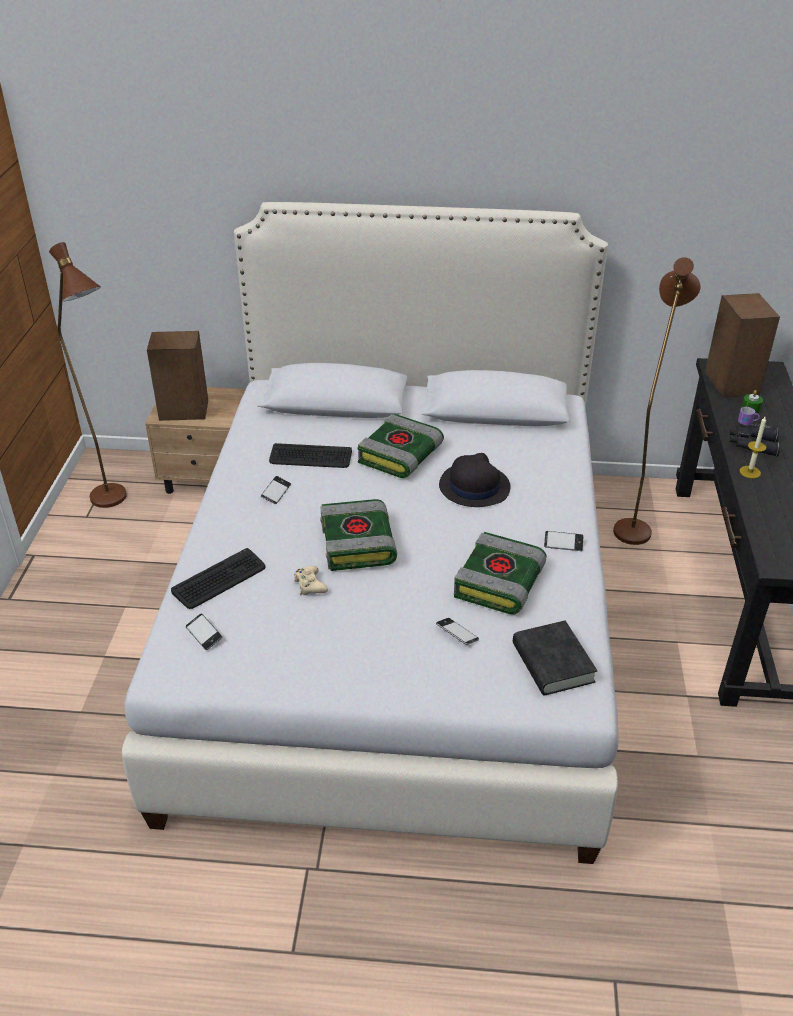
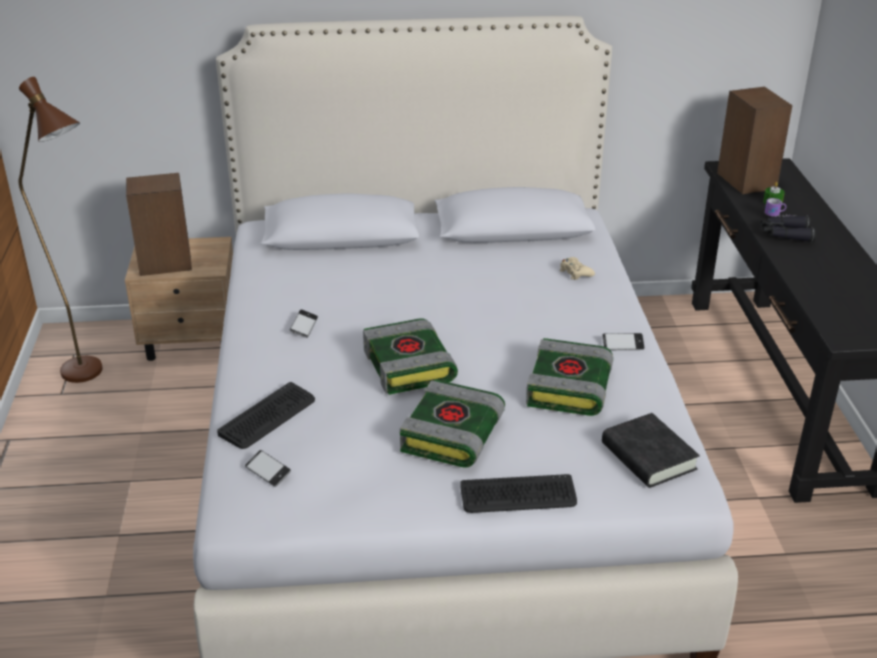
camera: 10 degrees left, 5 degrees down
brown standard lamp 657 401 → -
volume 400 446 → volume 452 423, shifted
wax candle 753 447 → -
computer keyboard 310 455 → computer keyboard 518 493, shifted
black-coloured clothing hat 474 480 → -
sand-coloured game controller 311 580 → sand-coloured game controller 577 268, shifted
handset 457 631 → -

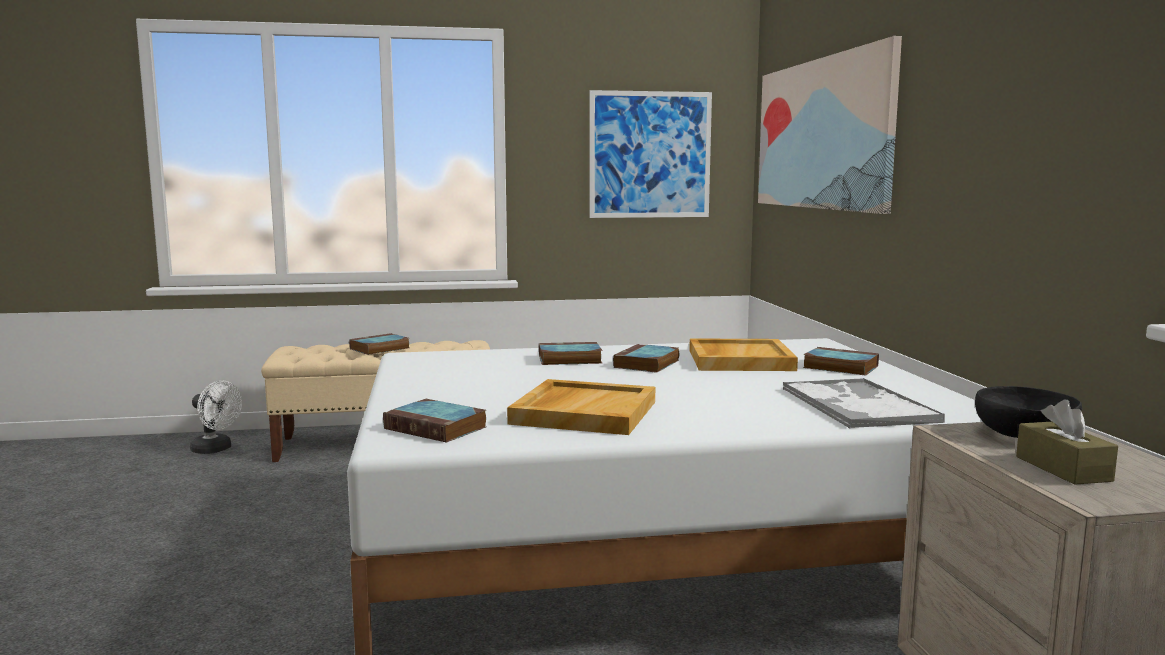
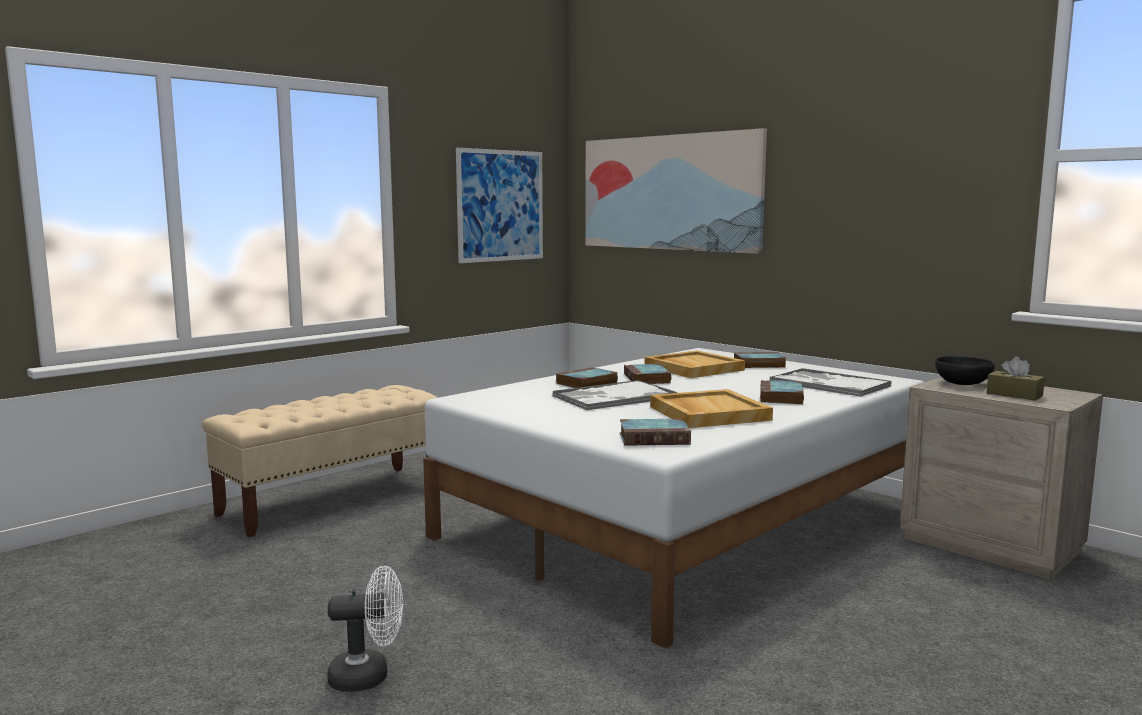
camera: 35 degrees left, 0 degrees up
volume 379 344 → volume 782 392, shifted
white electric fan 216 417 → white electric fan 365 629, shifted
- → tray 614 395

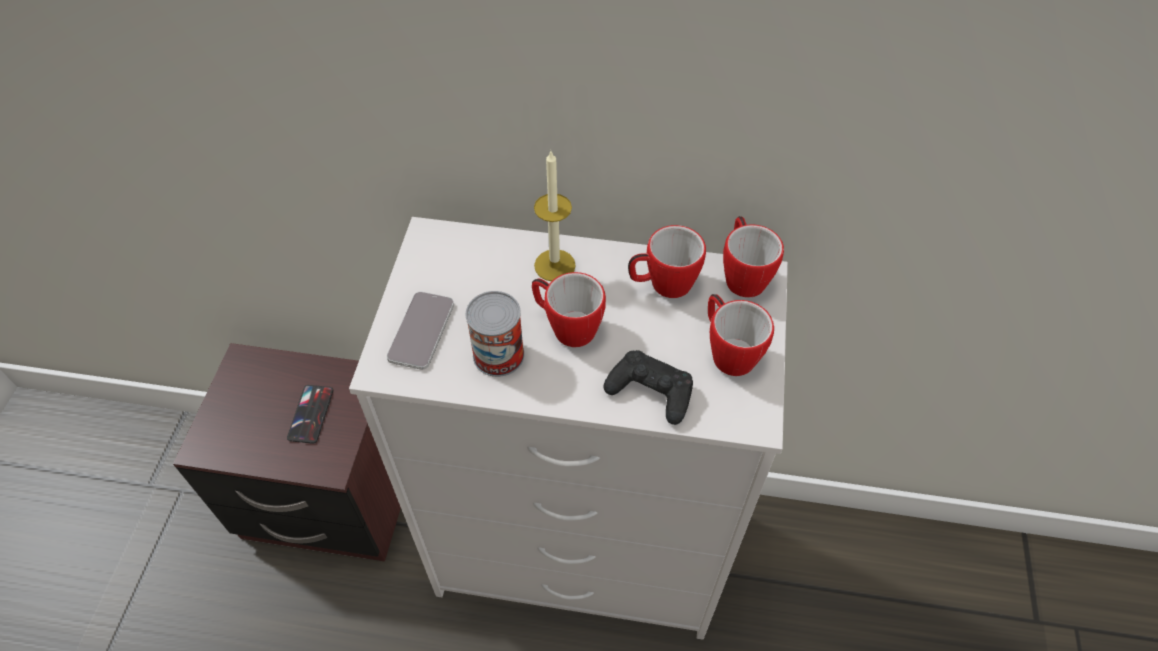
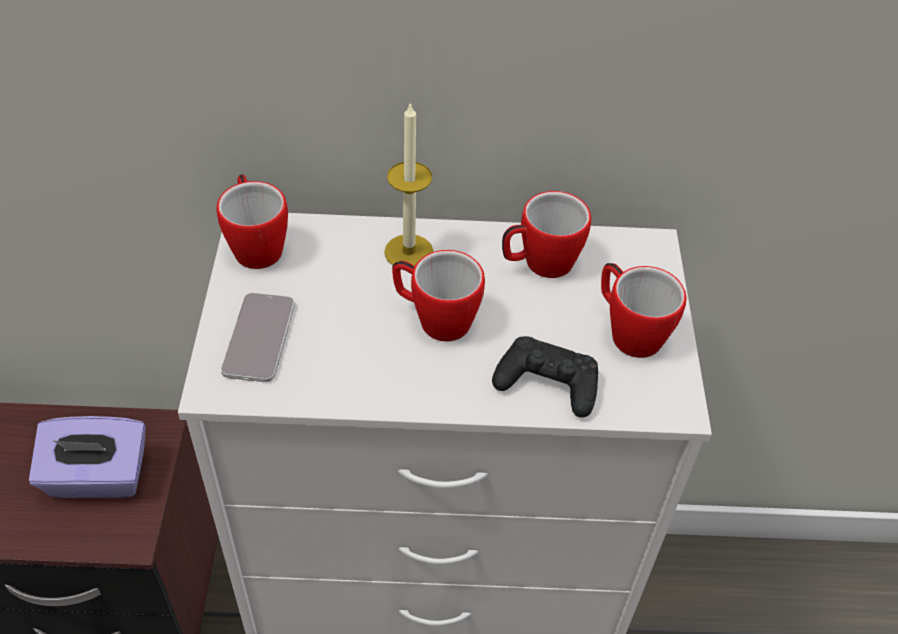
camera: 10 degrees left, 5 degrees down
coffee mug 753 257 → coffee mug 252 221, shifted
metal can 495 334 → -
handset 310 414 → purple-coloured box of tissues 87 457

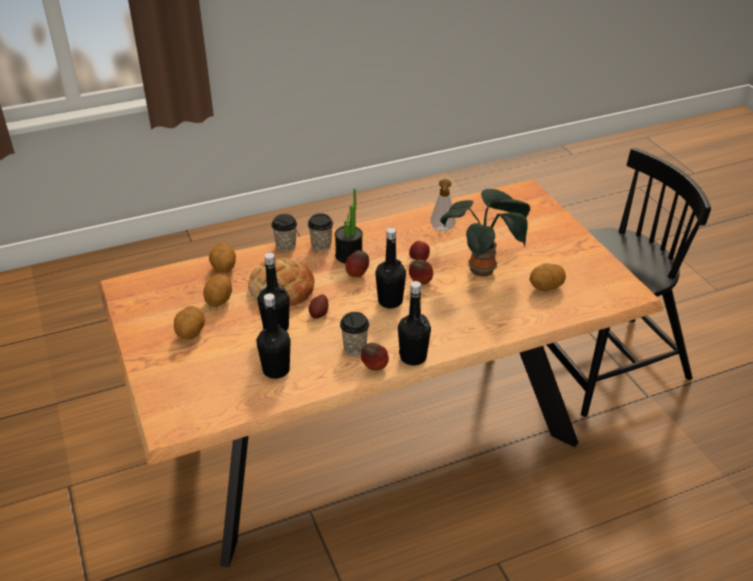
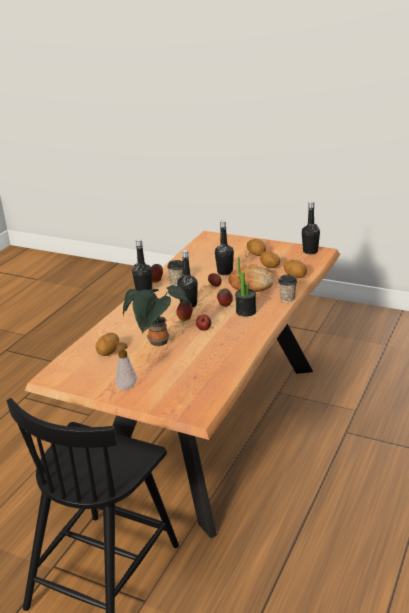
camera: 140 degrees right, 10 degrees down
soap dispenser 443 205 → soap dispenser 126 365, shifted
drinking cup 320 232 → -
black-coloured beverage bottle 273 336 → black-coloured beverage bottle 311 228, shifted

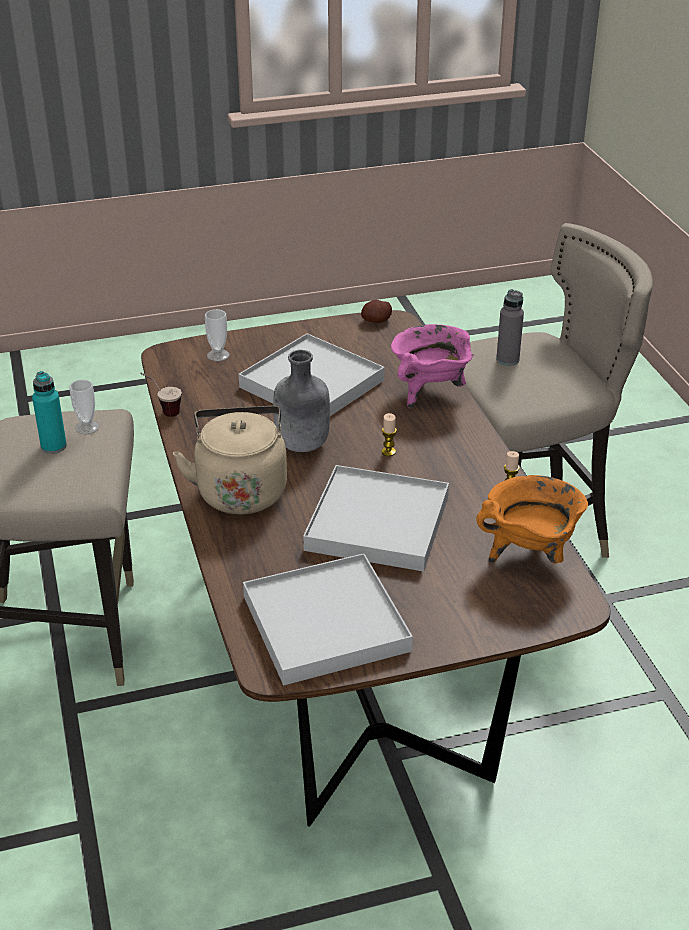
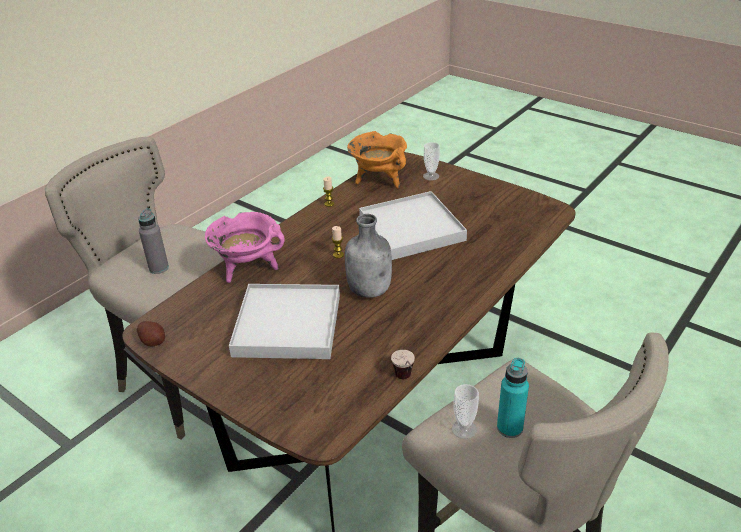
camera: 125 degrees left, 0 degrees up
drinking cup 217 335 → drinking cup 431 161, shifted
sand-coloured tea kettle 230 460 → -
white tray 328 619 → -

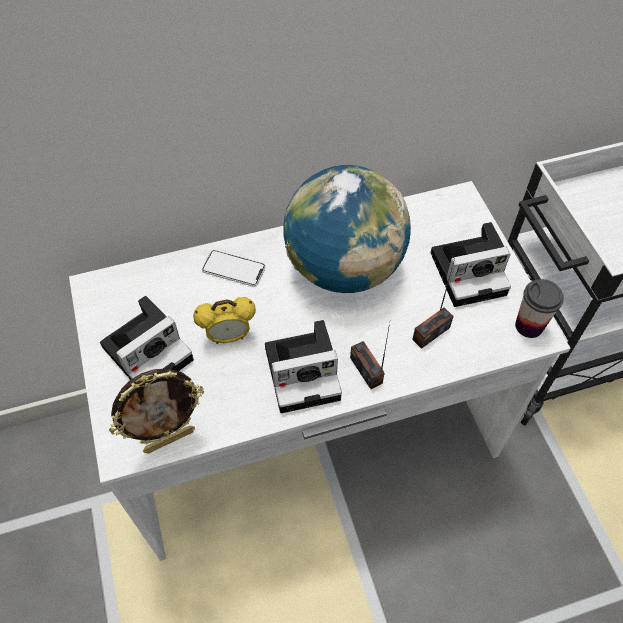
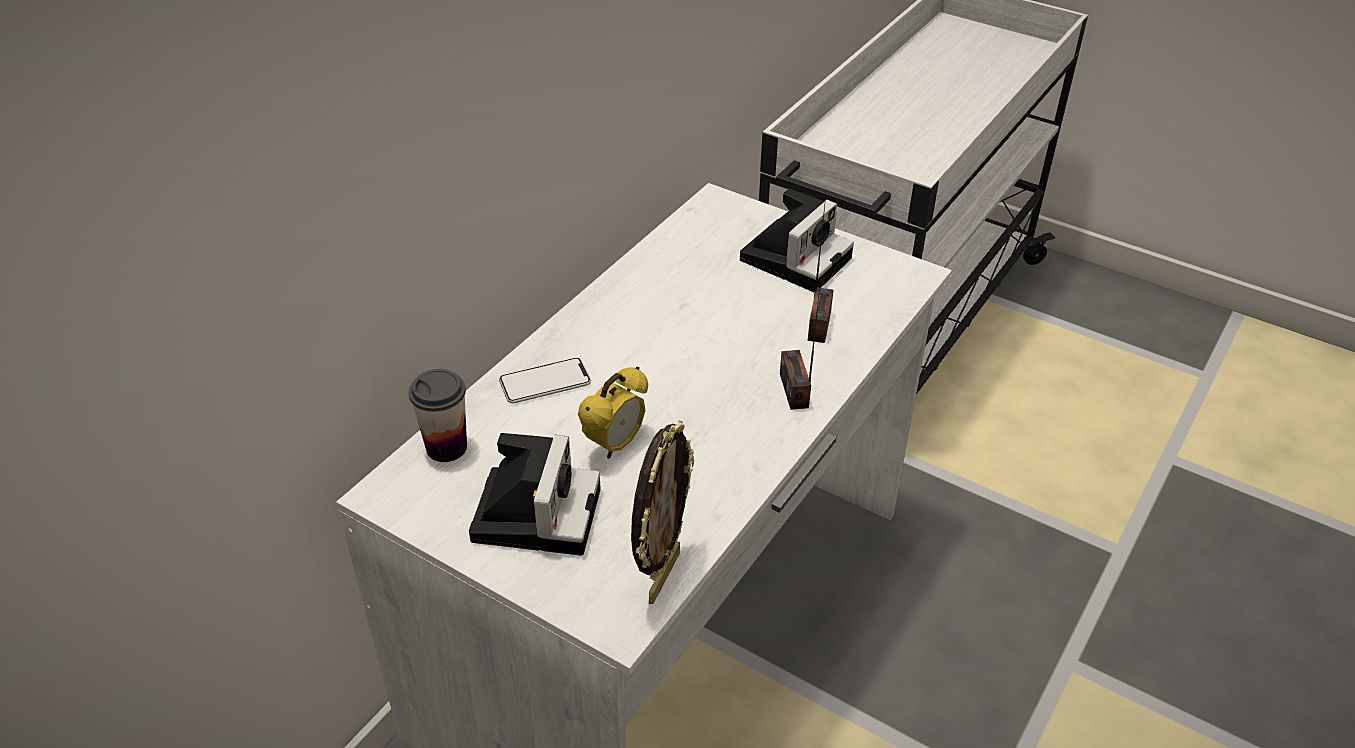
camera: 40 degrees left, 15 degrees down
desk globe 347 229 → -
drinking cup 539 308 → drinking cup 438 415, shifted
photo camera 303 366 → -
radio receiver 370 356 → radio receiver 800 348, 60 degrees clockwise

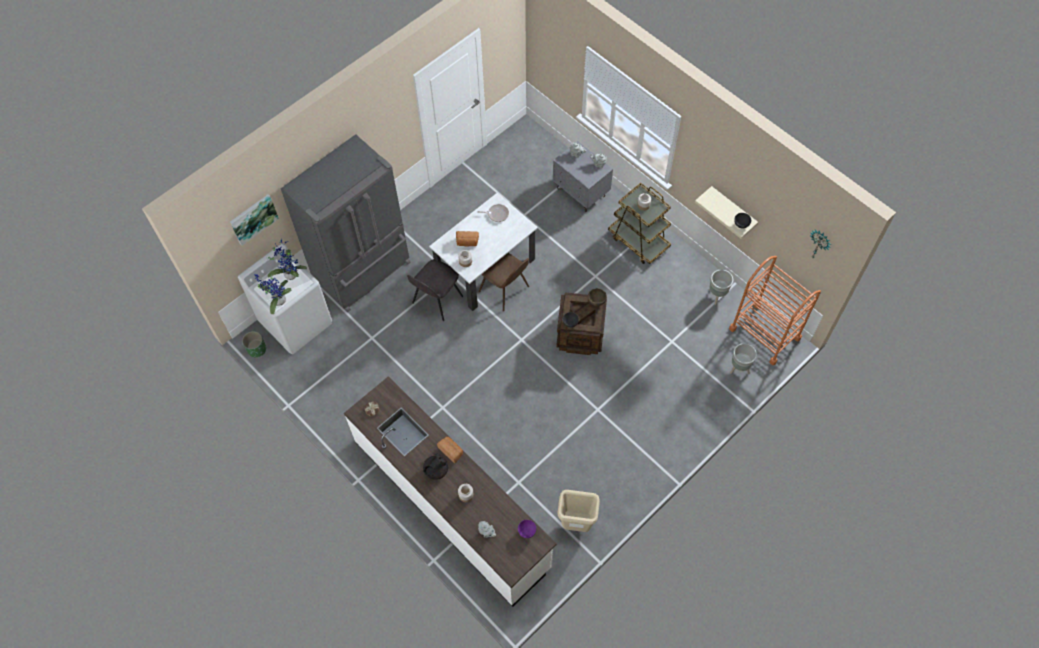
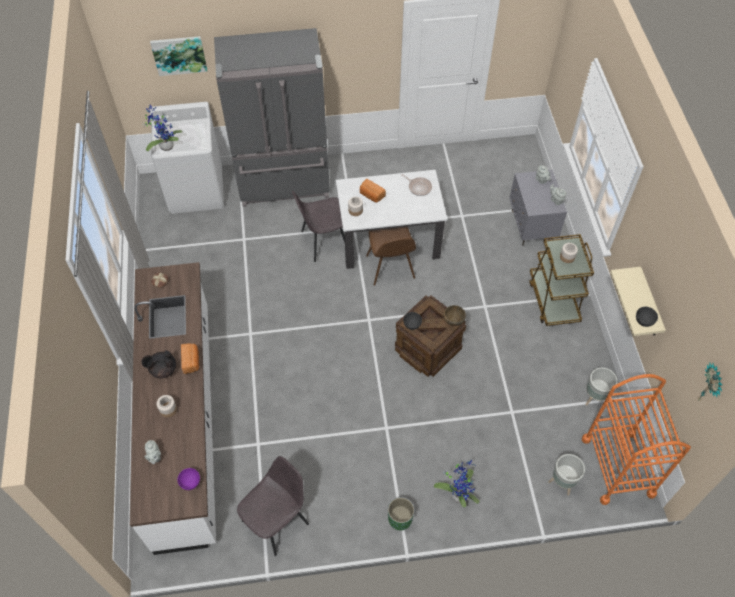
camera: 35 degrees right, 5 degrees down
plant in a pot 287 259 → plant in a pot 456 484, shifted
greenish flower pot 254 344 → greenish flower pot 401 514, shifted
sand-coloured trash can 579 511 → greyish chair 273 506

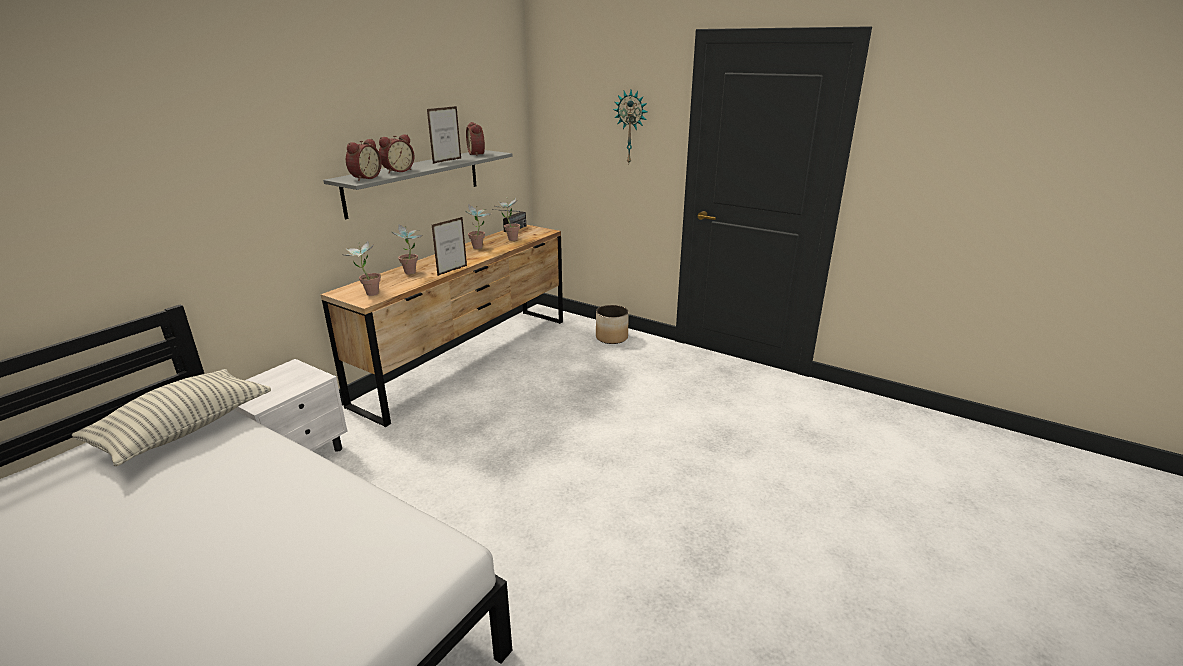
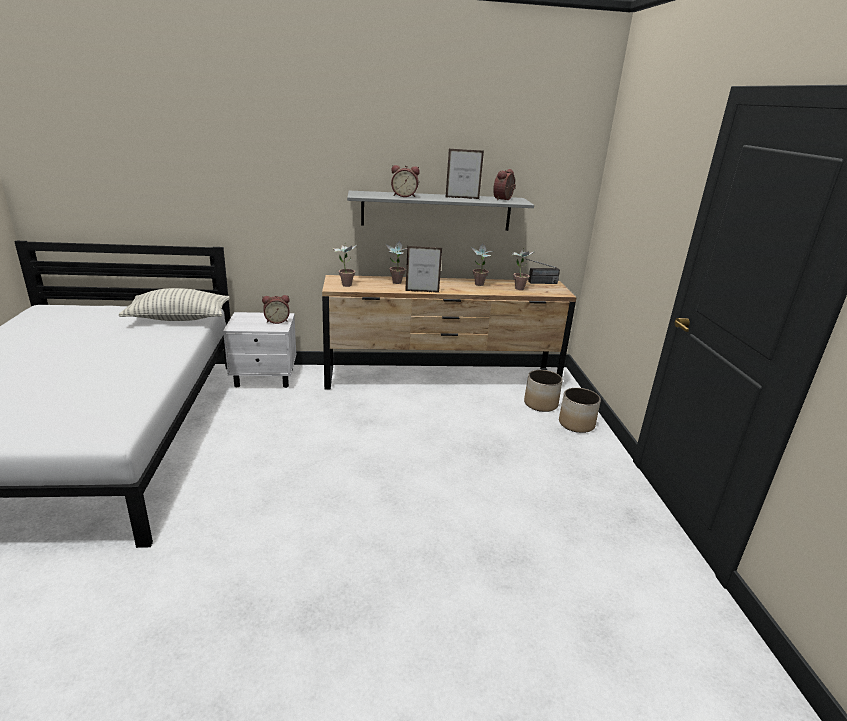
camera: 50 degrees right, 0 degrees up
hanging clock 630 126 → -
alarm clock 364 160 → alarm clock 276 309, shifted
- → flower pot 543 391

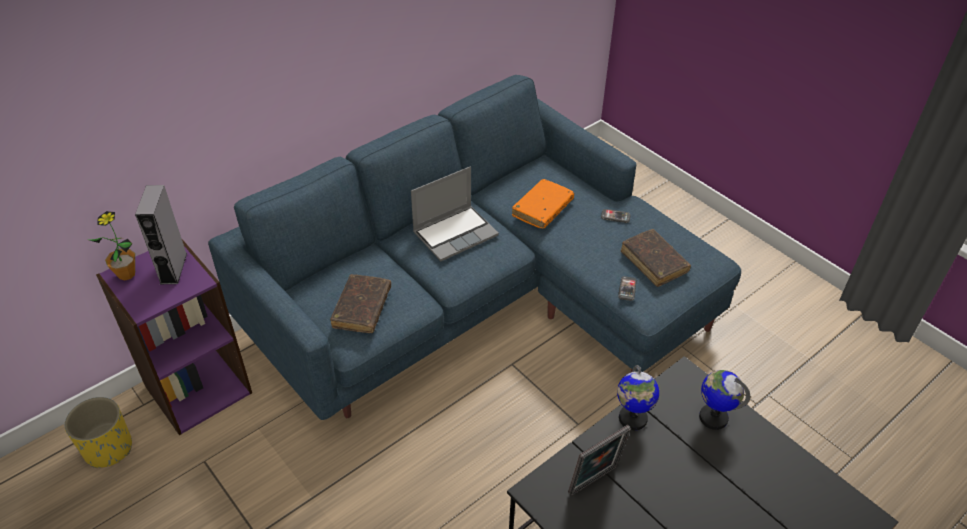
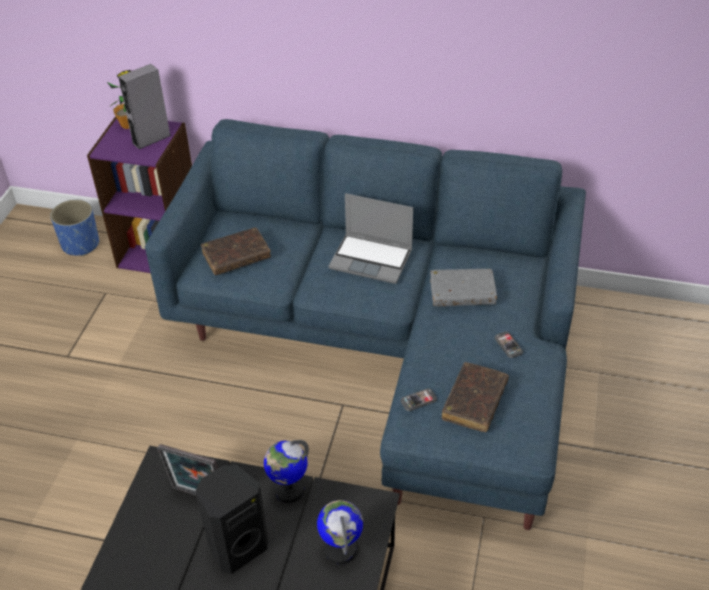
camera: 55 degrees right, 0 degrees up
orange-coloured volume 543 204 → greyish volume 463 288
yellow flower pot 98 432 → blue flower pot 74 228
- → black-coloured loudspeaker 231 519

